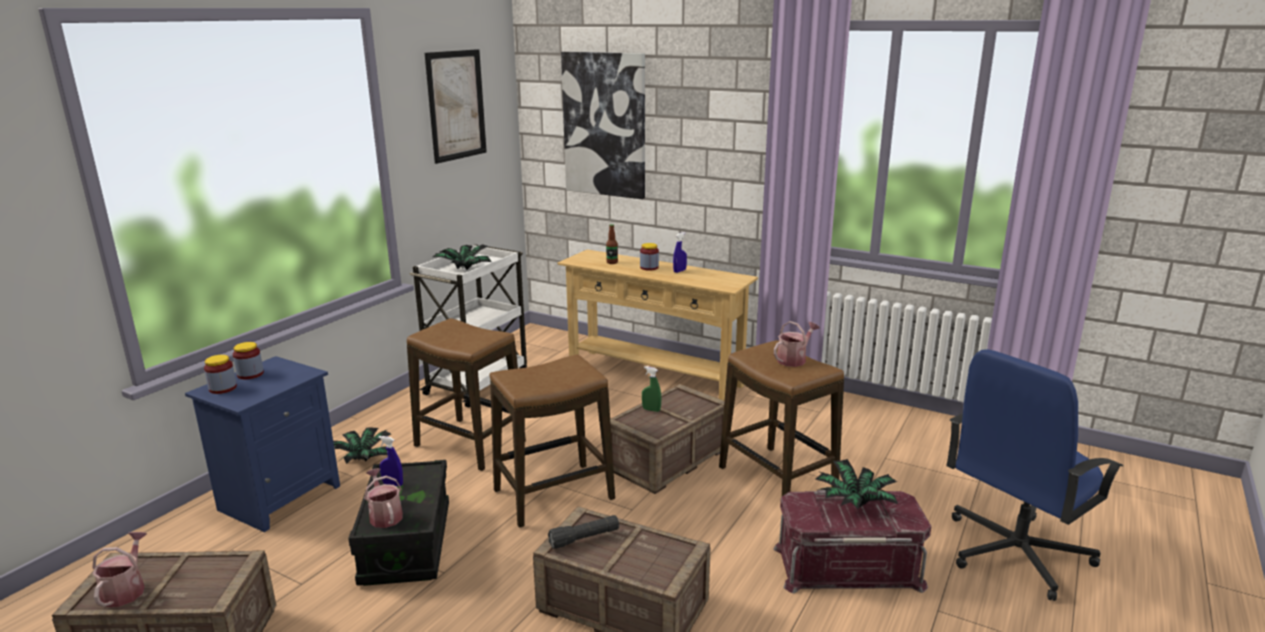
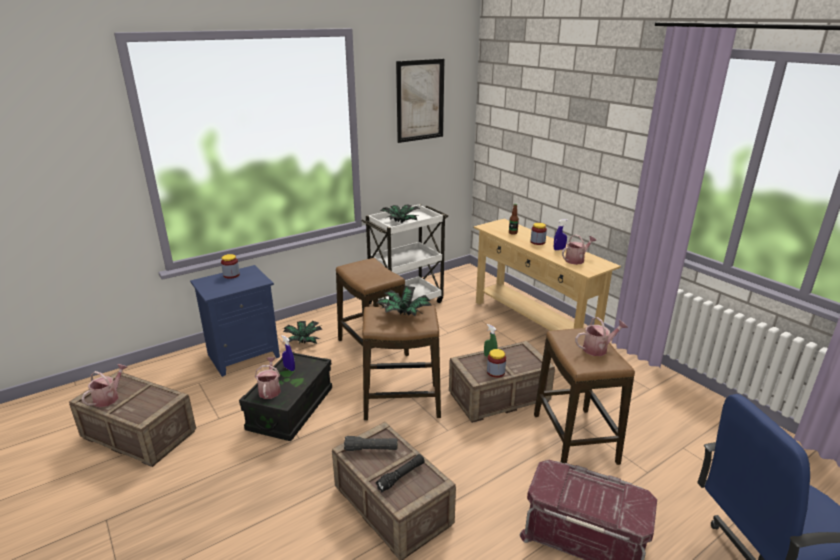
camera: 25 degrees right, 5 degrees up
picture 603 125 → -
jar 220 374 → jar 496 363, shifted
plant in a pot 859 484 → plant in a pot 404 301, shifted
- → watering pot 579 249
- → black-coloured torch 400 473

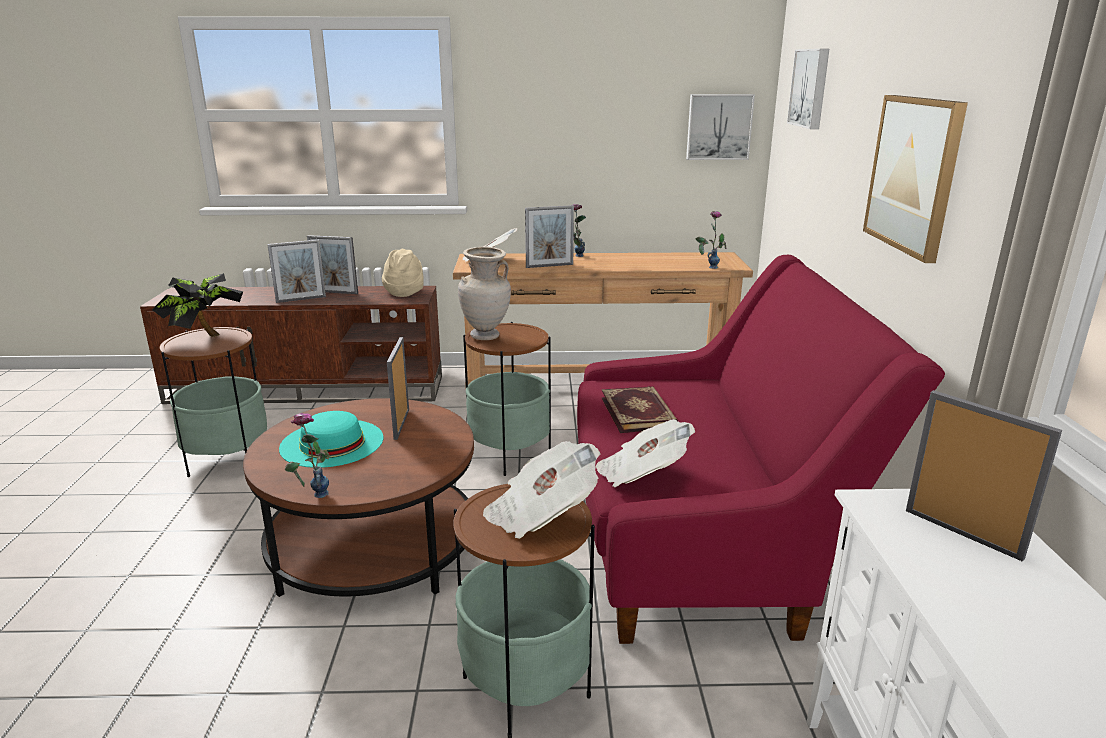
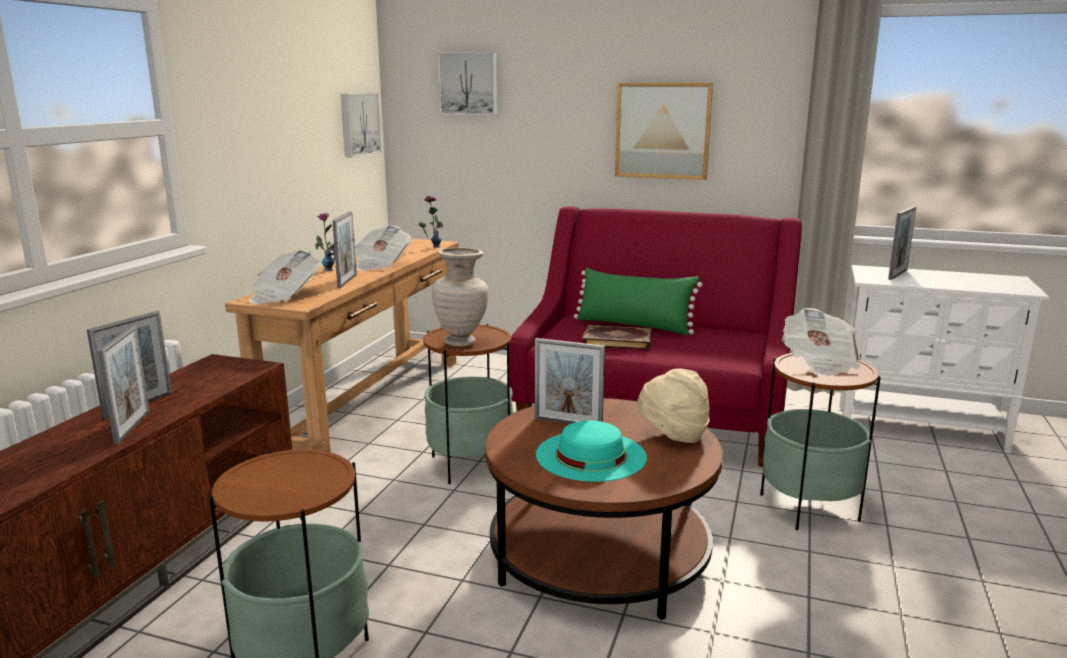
camera: 70 degrees left, 5 degrees down
sand-coloured clothing hat 403 273 → sand-coloured clothing hat 673 405, shifted
plant in a pot 197 305 → -
standing frame 984 475 → standing frame 902 243, 150 degrees clockwise
vase 307 455 → -
printed paper 645 453 → printed paper 383 248, shifted
- → greenish cushion 638 301

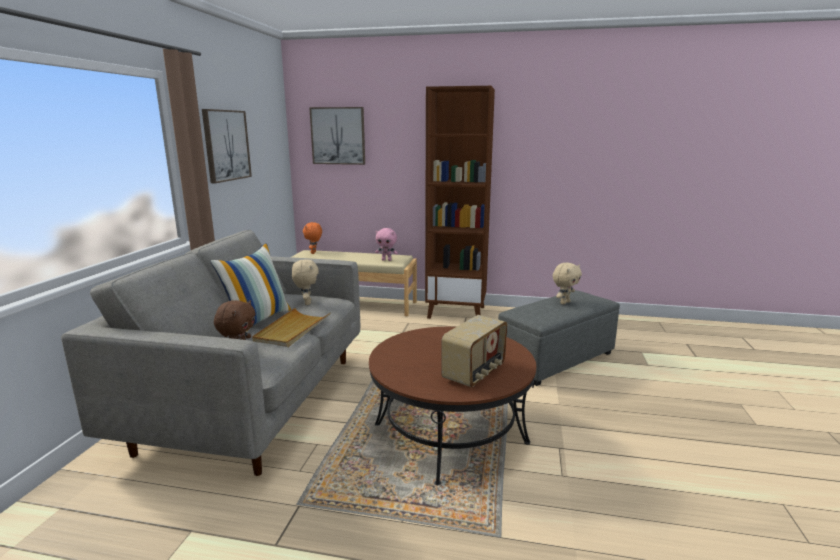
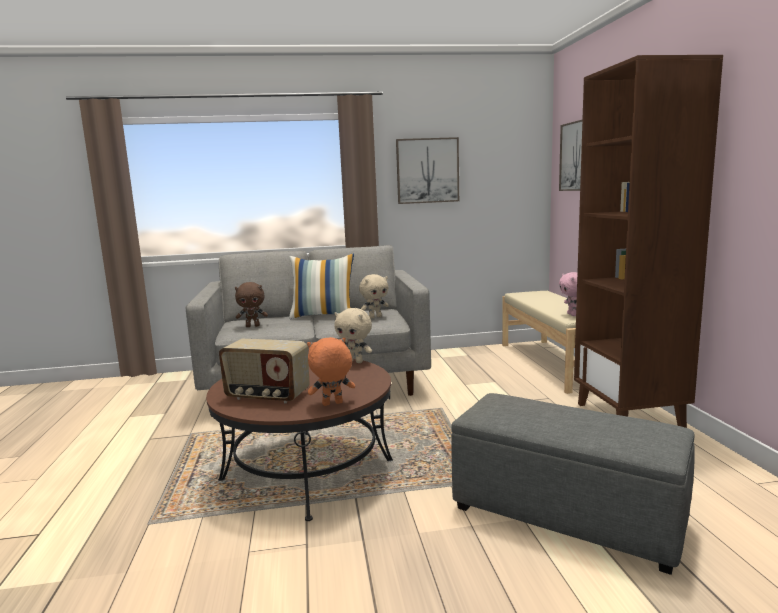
camera: 70 degrees right, 5 degrees down
orange-coloured soft toy 312 238 → orange-coloured soft toy 331 371, shifted
sand-coloured soft toy 567 284 → sand-coloured soft toy 353 335, shifted
sand-coloured tray 291 327 → -

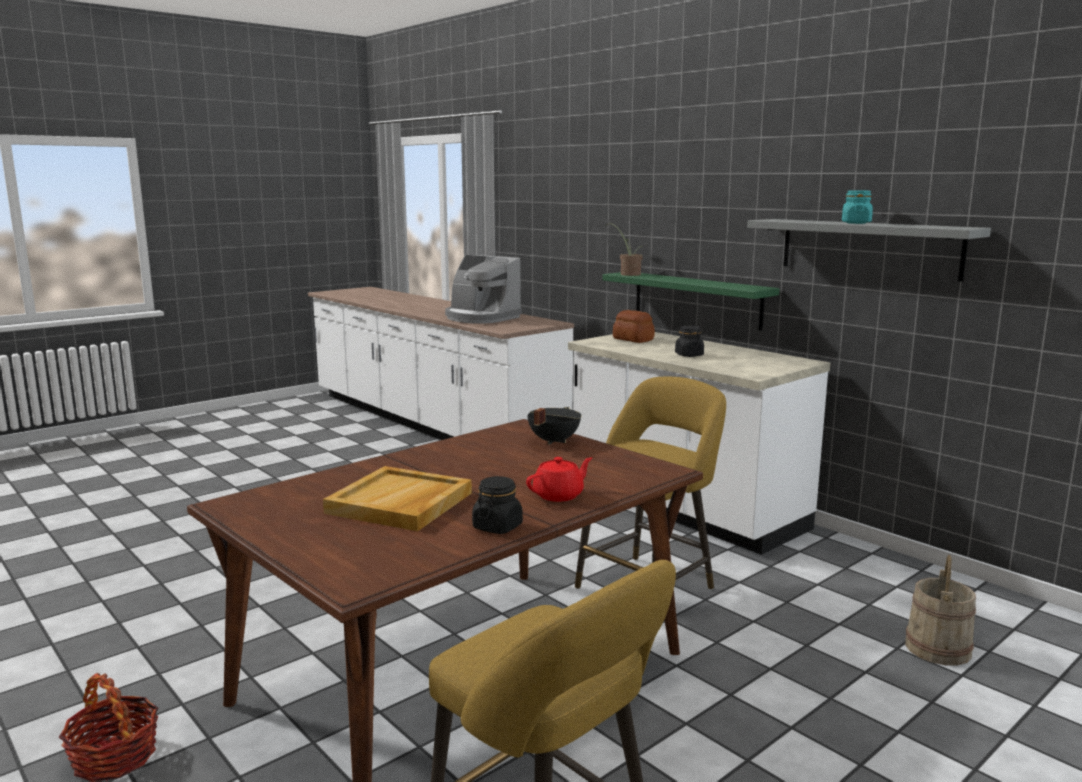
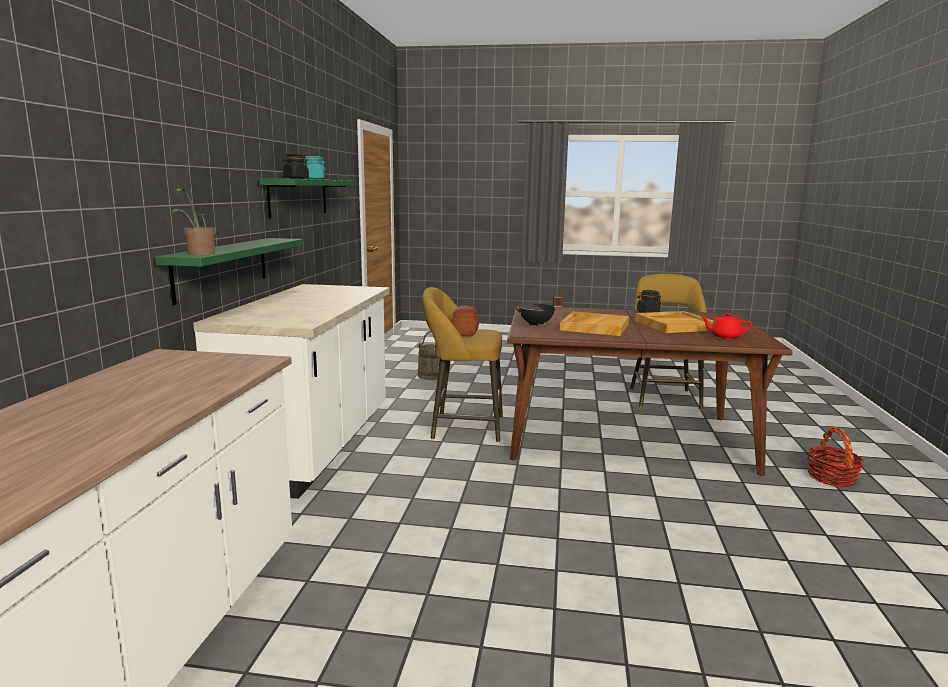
camera: 130 degrees left, 0 degrees up
greyish bracket shelf 869 250 → greenish bracket shelf 307 198
coffee brewer 483 289 → -
bakery bread 634 326 → bakery bread 465 321, shifted
black-coloured jar 689 341 → black-coloured jar 296 166, shifted
red-coloured teapot 559 479 → red-coloured teapot 727 326, shifted
- → sand-coloured tray 594 323

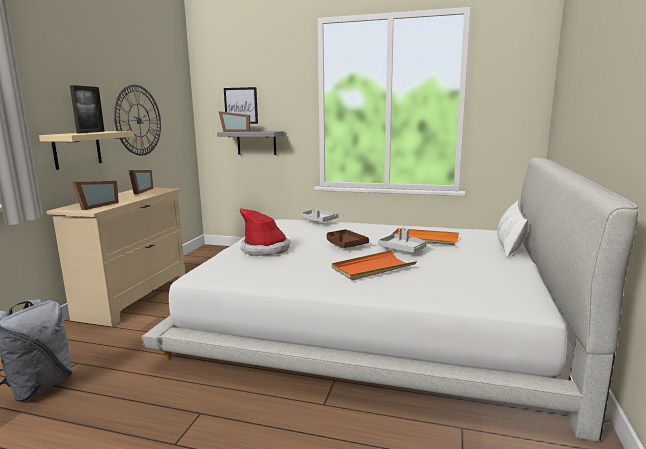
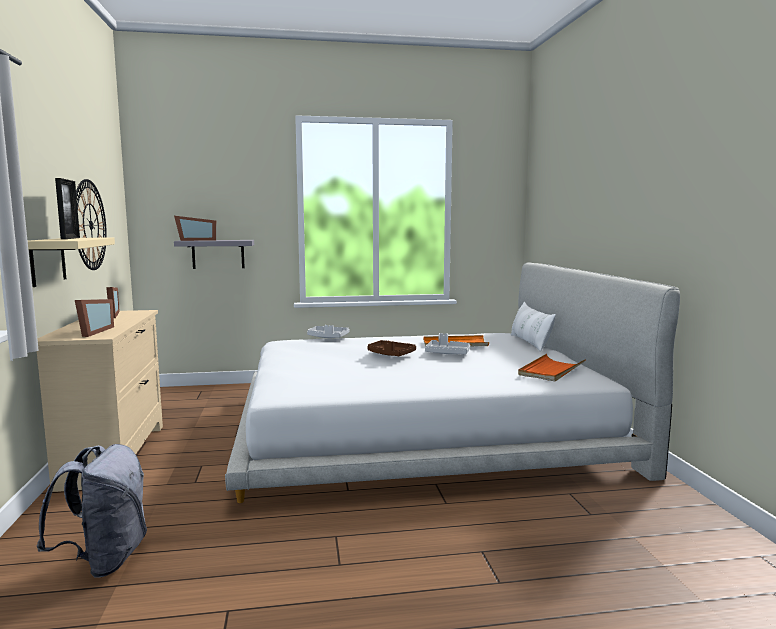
camera: 25 degrees left, 5 degrees down
picture 241 105 → -
clothing hat 265 232 → -
orange-coloured tray 374 265 → orange-coloured tray 552 367, shifted

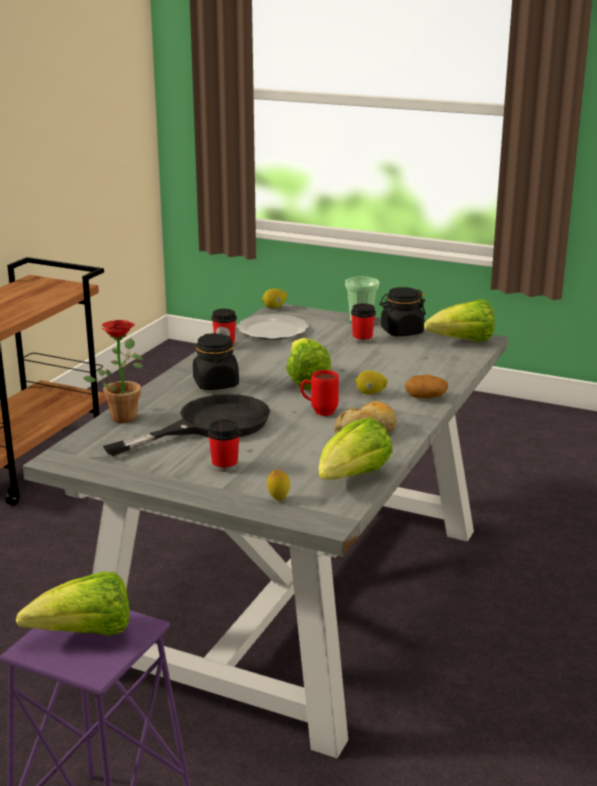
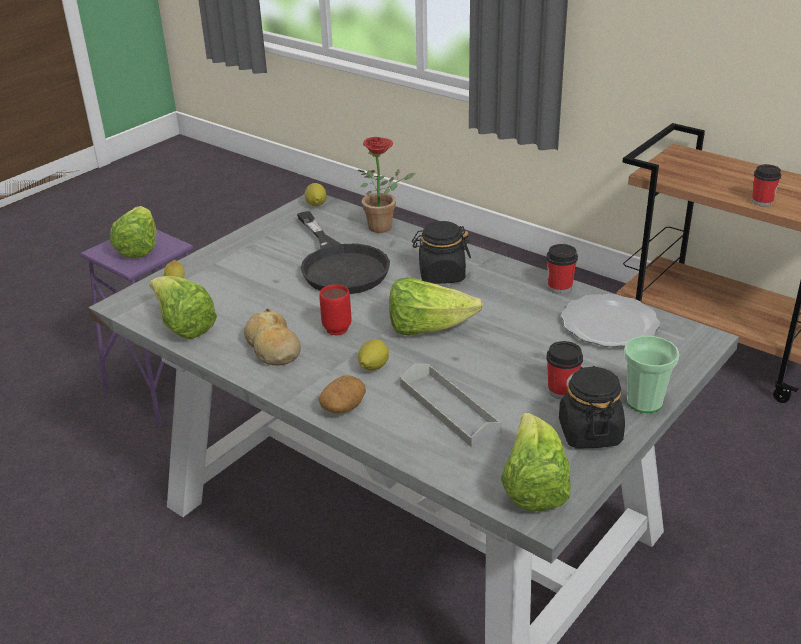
camera: 105 degrees right, 10 degrees up
whole lemon 274 299 → whole lemon 315 194, shifted
drinking cup 224 445 → drinking cup 766 185, shifted
- → greyish tray 451 405

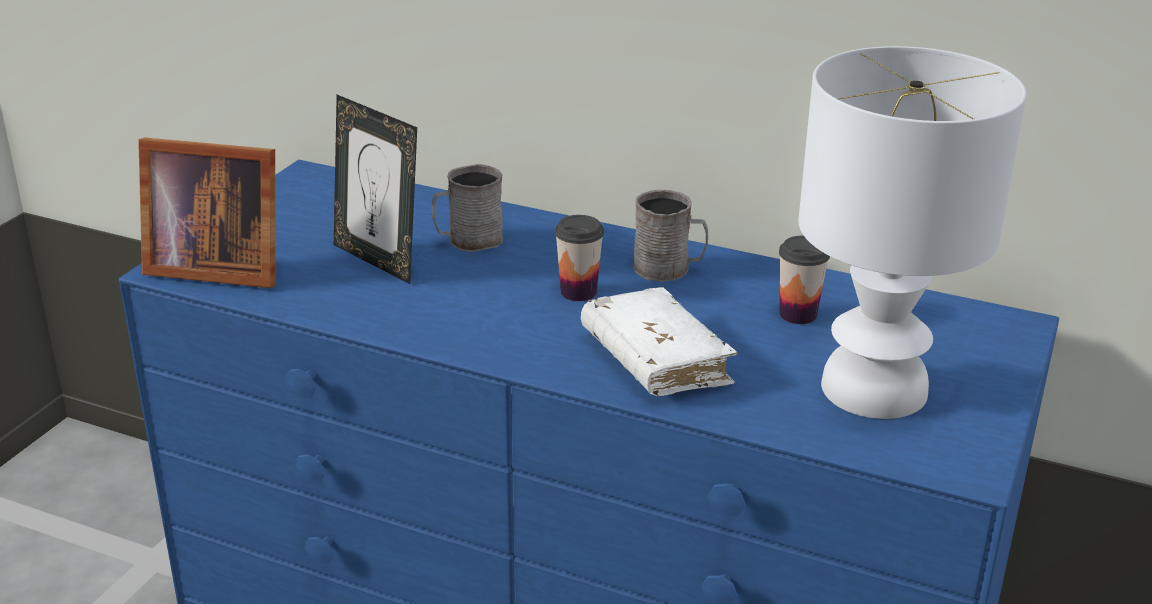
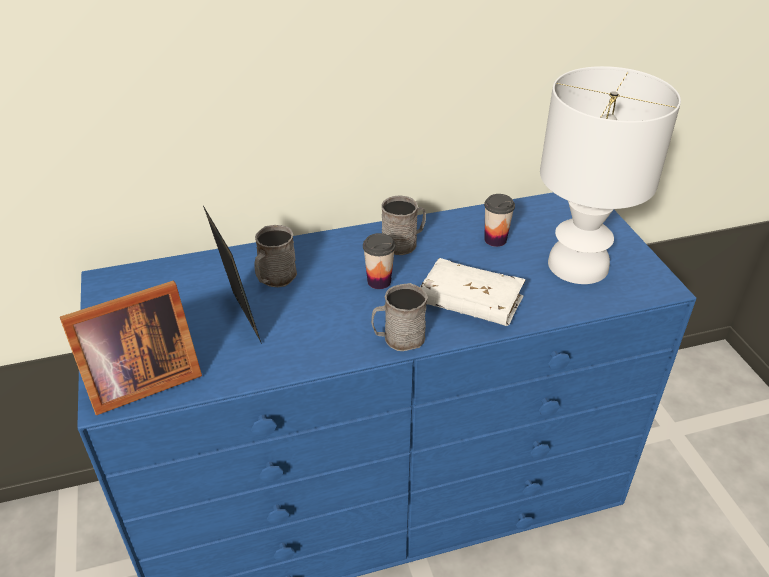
camera: 40 degrees left, 10 degrees up
standing frame 375 189 → standing frame 232 275, 120 degrees counterclockwise
- → greyish coffee mug 399 317

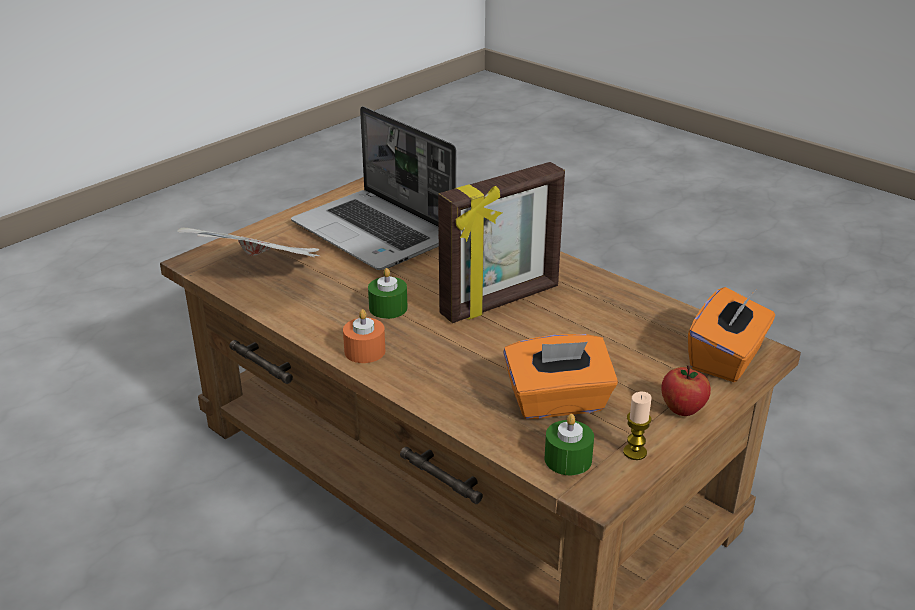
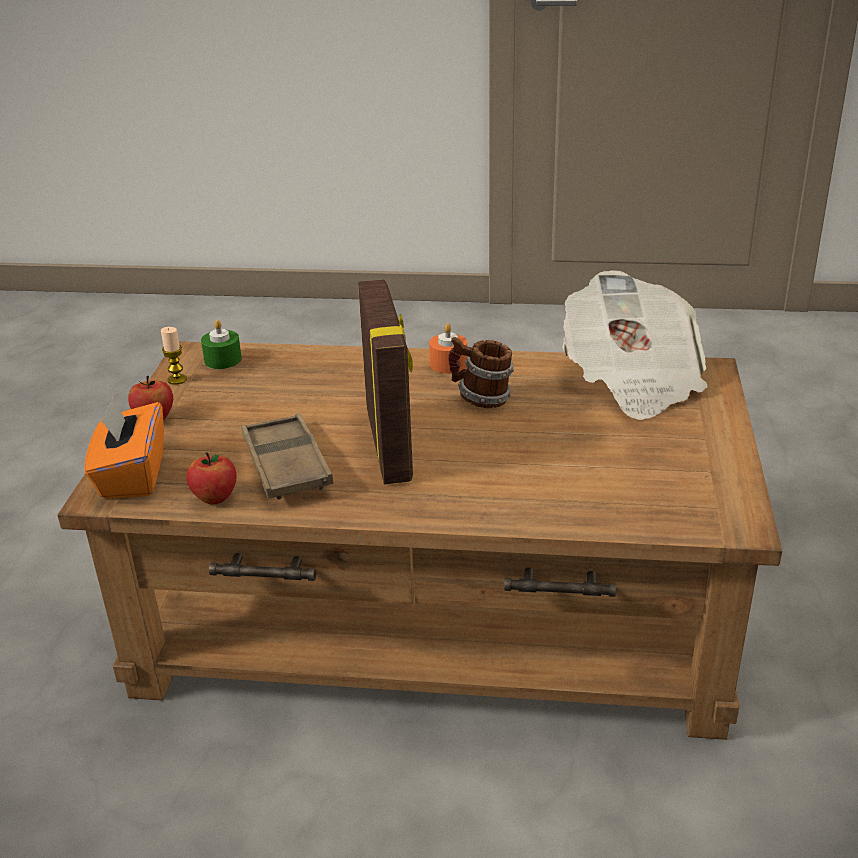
camera: 145 degrees right, 0 degrees up
notebook computer 373 188 → -
standing frame 501 242 → standing frame 385 381, 150 degrees clockwise
greenish wax candle 388 293 → coffee mug 481 372
orange-coloured box of tissues 560 376 → -
- → brown tray 287 456
- → apple 212 478

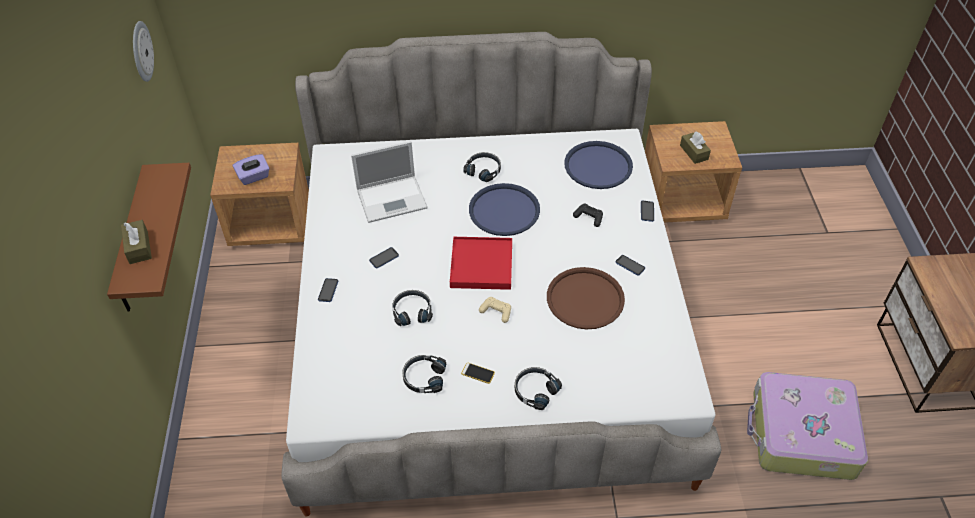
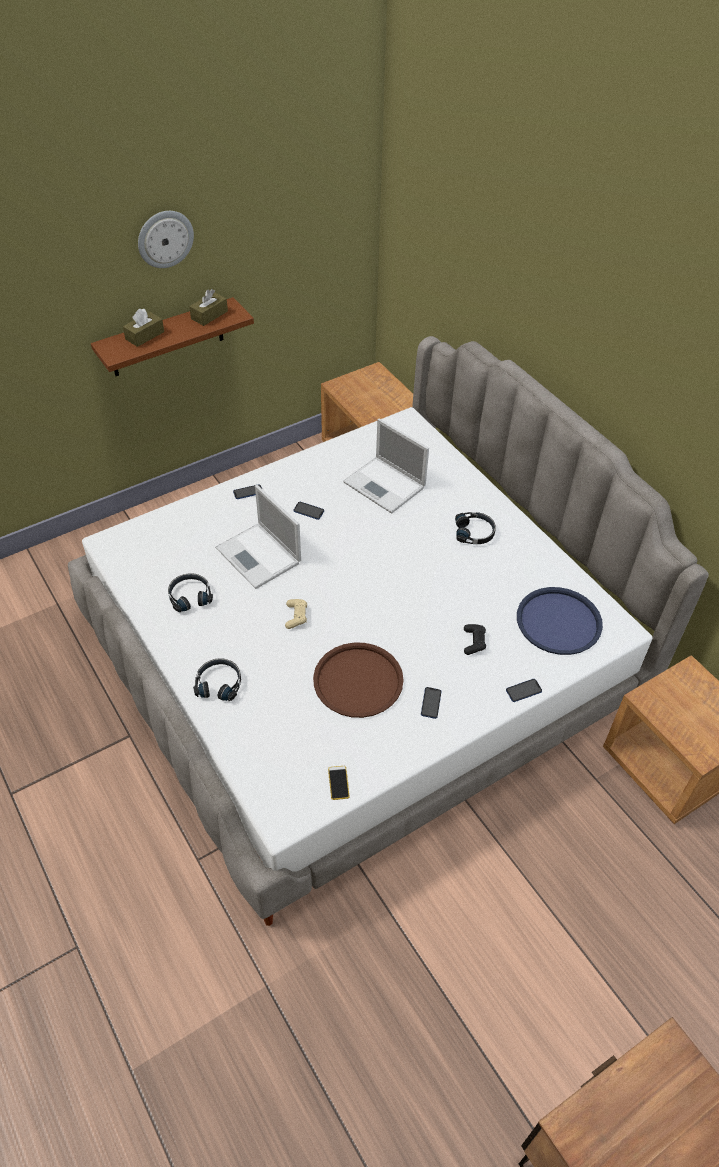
camera: 60 degrees right, 0 degrees up
hanging clock 143 51 → hanging clock 166 239, shifted
brown box of tissues 695 147 → brown box of tissues 208 307, shifted
purple-coloured box of tissues 251 169 → -
blue tray 504 209 → -
red-coloured tray 481 263 → -
black-coloured pair of headphones 412 308 → notebook computer 258 537
handset 478 373 → handset 339 783, shifted
suitcase 807 426 → -

